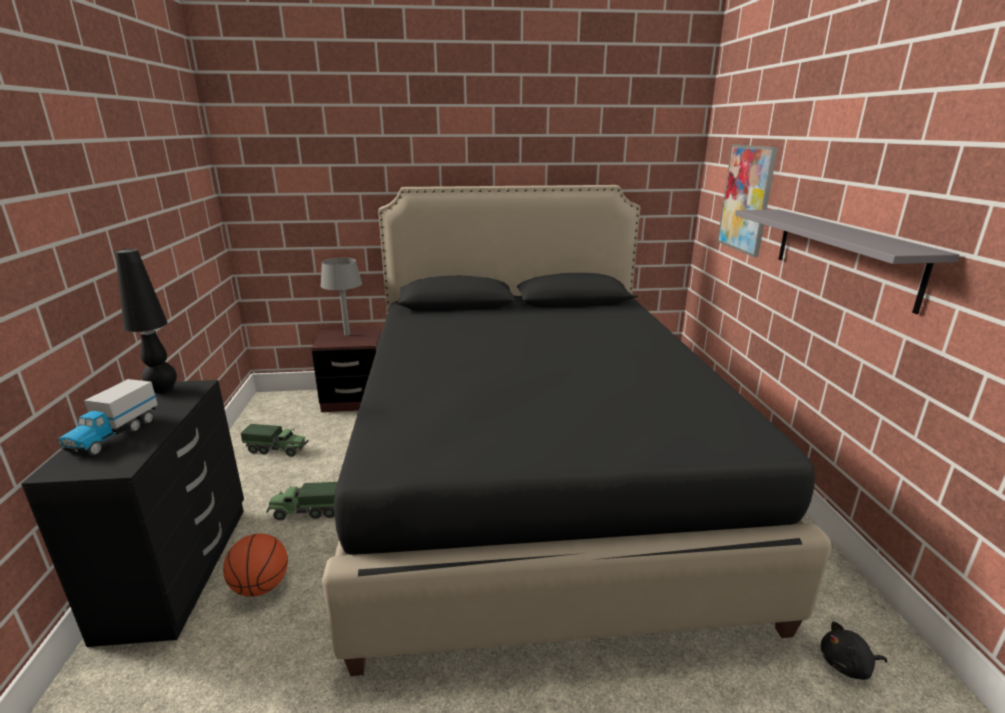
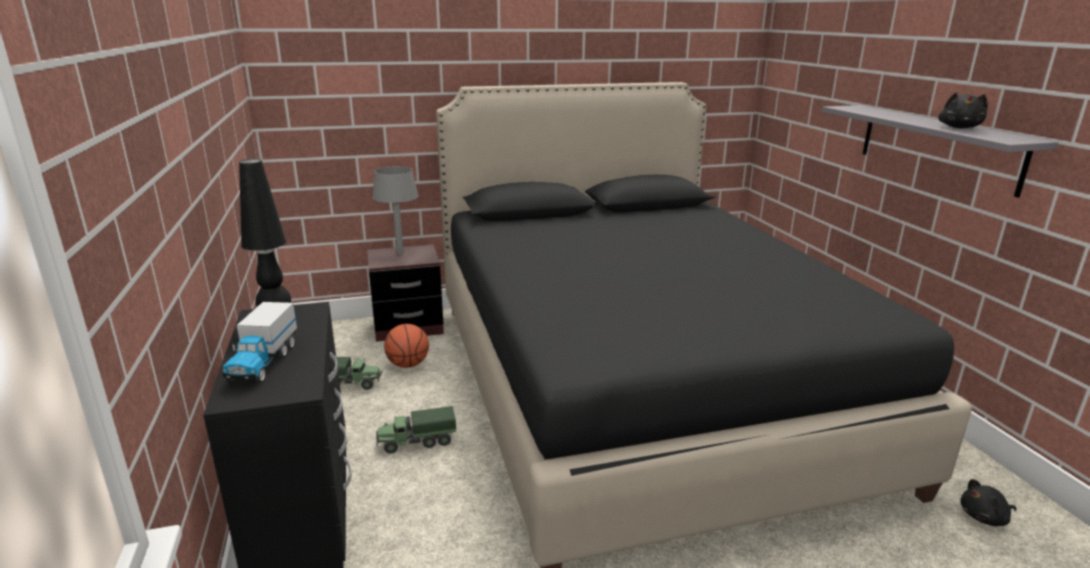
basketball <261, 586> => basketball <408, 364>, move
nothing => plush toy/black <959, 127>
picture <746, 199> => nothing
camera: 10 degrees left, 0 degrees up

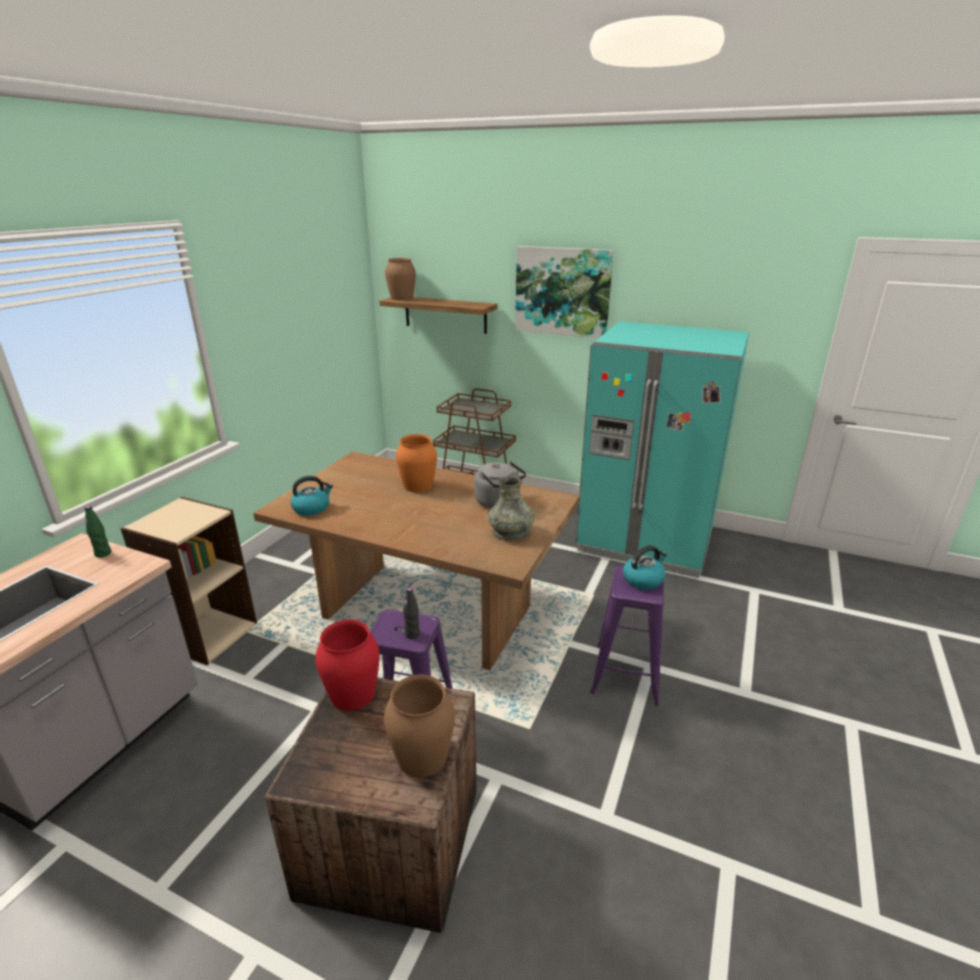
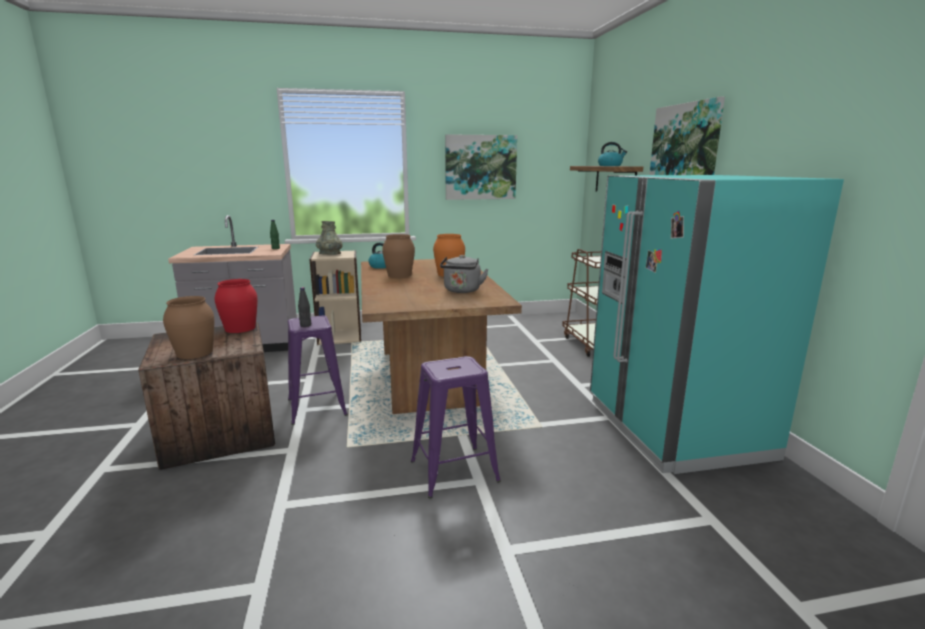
vase/grey <511, 532> => vase/grey <330, 254>, move
vase/brown <401, 298> => vase/brown <399, 275>, move
nothing => picture <480, 167>
kettle <643, 579> => kettle <610, 166>, move
camera: 55 degrees right, 10 degrees down

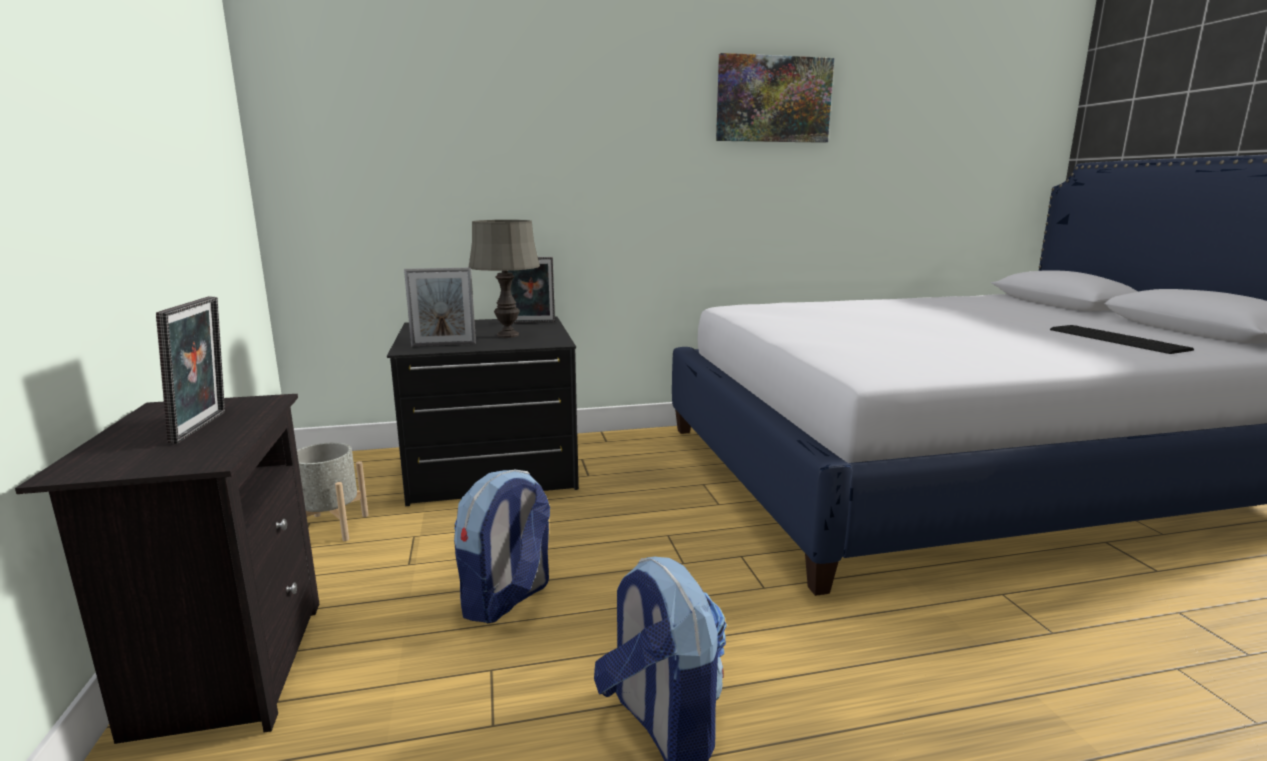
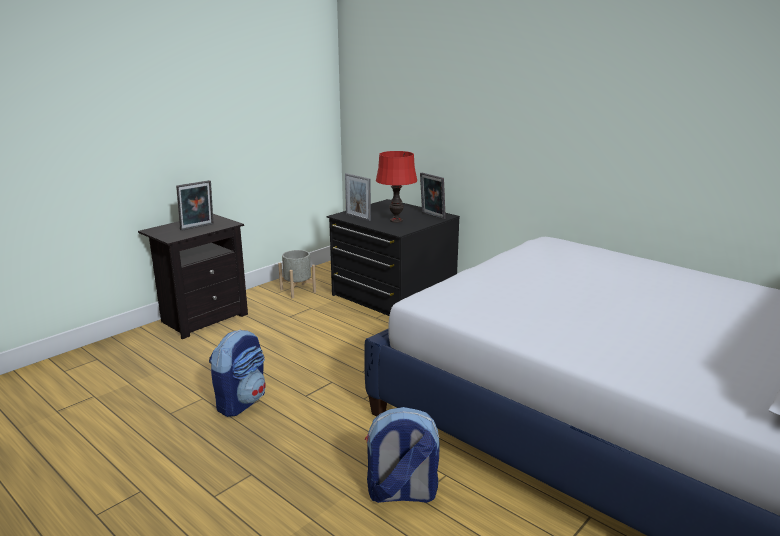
backpack <506, 599> => backpack <401, 494>, move
table lamp/grey <508, 335> => table lamp/red <396, 220>
picture <773, 99> => nothing
keyboard <1116, 339> => nothing
camera: 55 degrees right, 5 degrees up

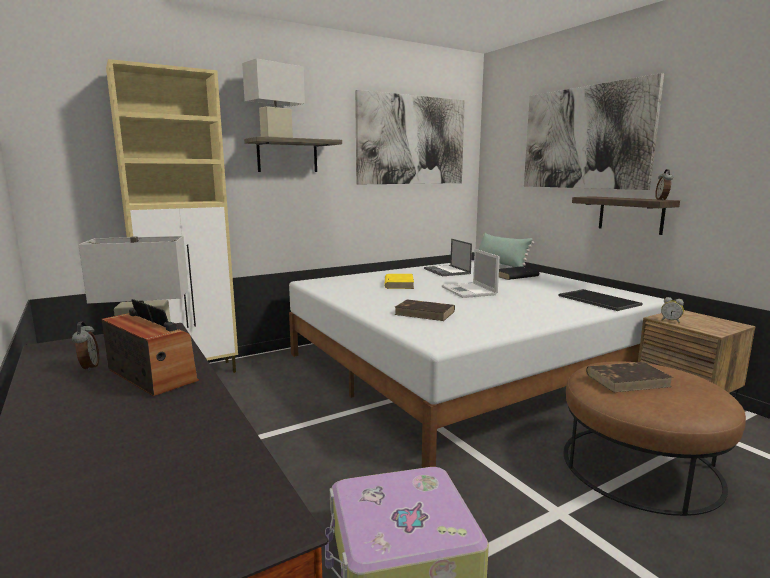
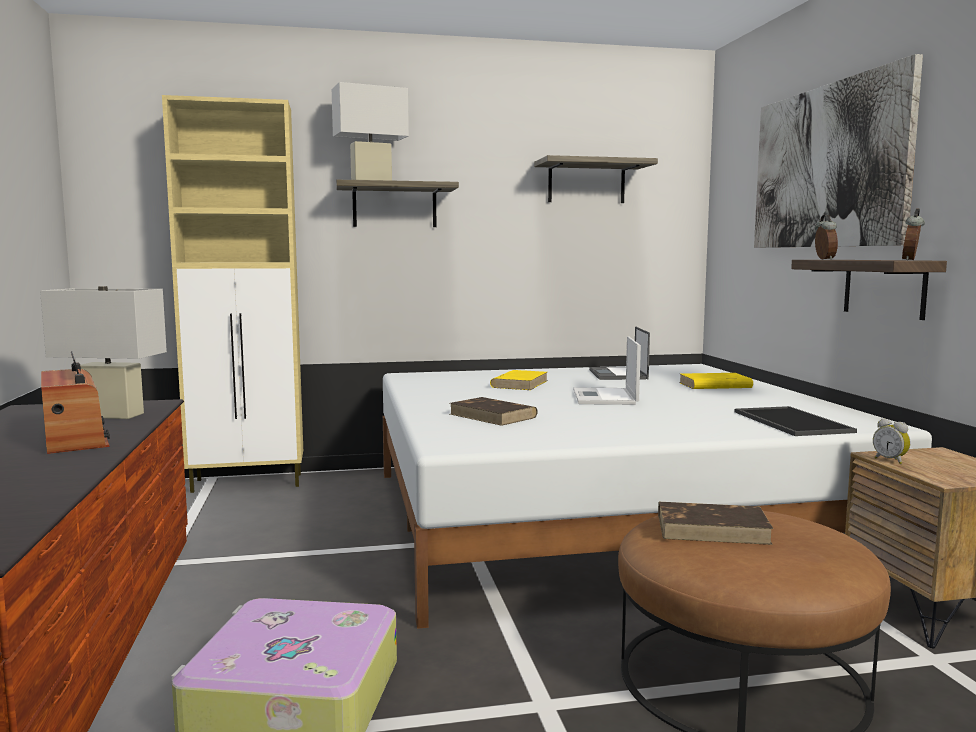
picture <411, 140> => shelf <586, 182>
book/black <515, 276> => book/yellow <714, 385>
alarm clock <88, 367> => alarm clock <823, 259>, move
pillow/green <501, 264> => nothing
camera: 20 degrees right, 5 degrees down

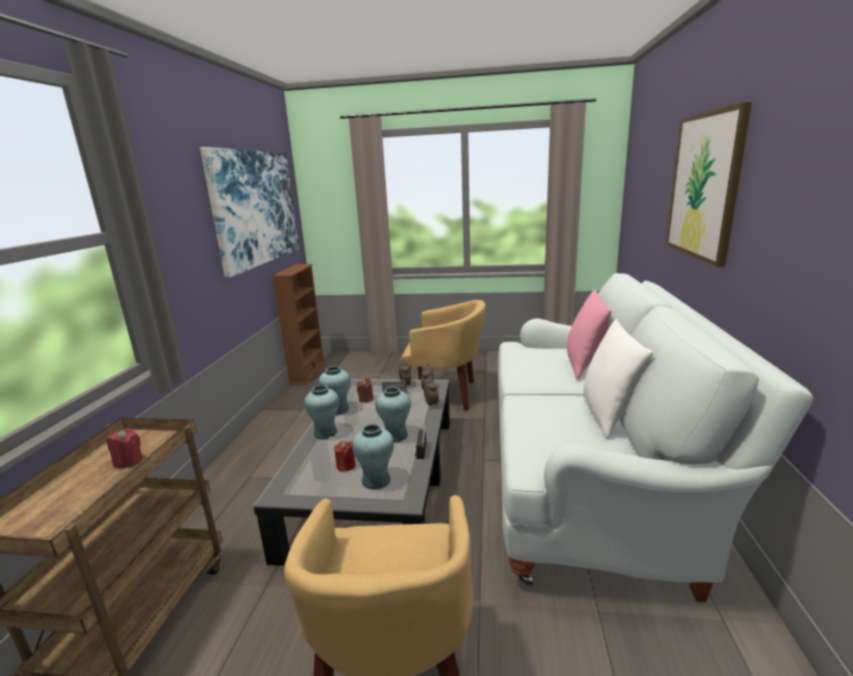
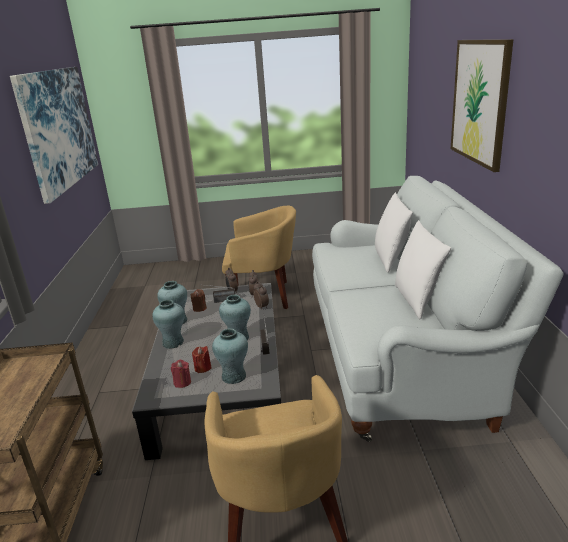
candle/red <129, 461> => candle/red <182, 382>, move
pillow/pink <584, 365> => pillow/white <391, 259>
bookcase/brown <307, 373> => nothing
camera: 10 degrees left, 5 degrees up

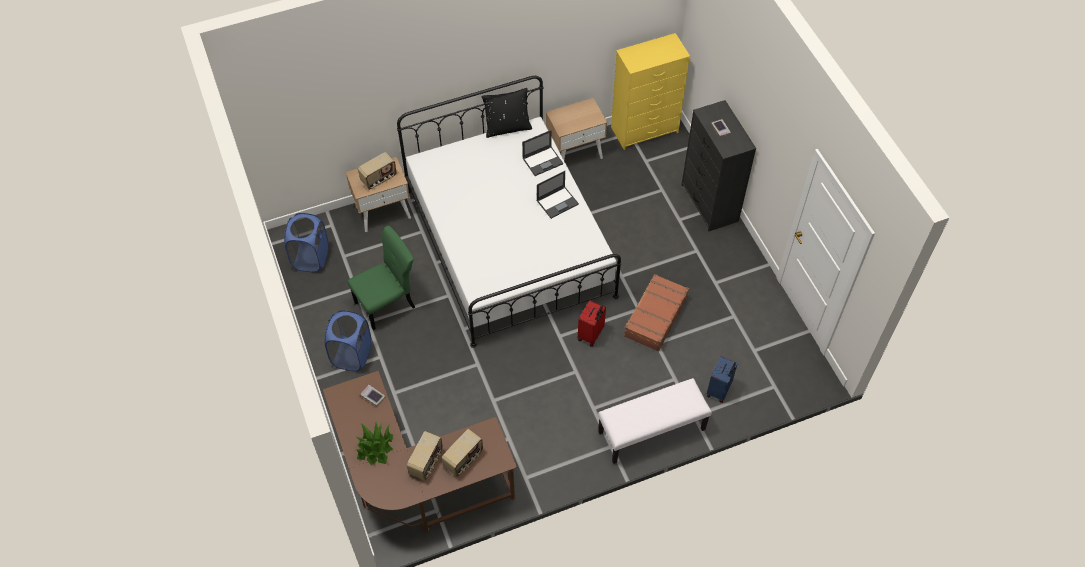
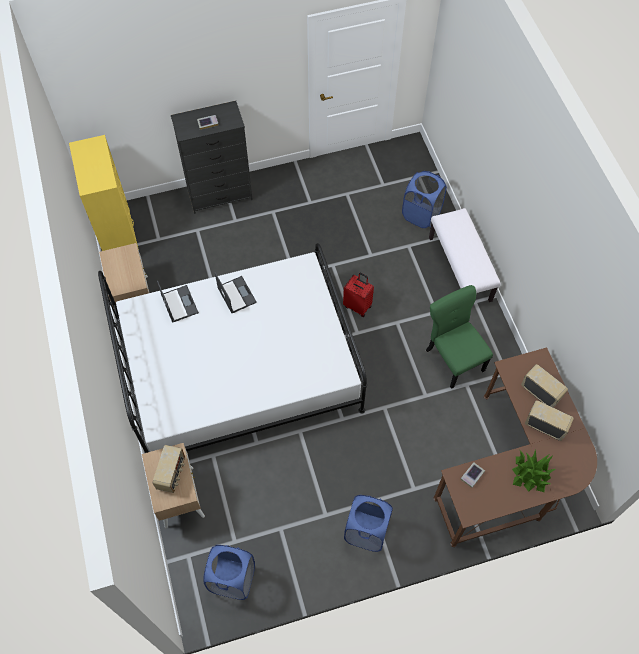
radio <379, 179> => radio <172, 474>, 45 degrees clockwise
suitcase/blue <719, 390> => laundry basket/blue <421, 214>
chair/green <387, 304> => chair/green <453, 358>, move
pillow/black <507, 127> => nothing
suitcase/brown <655, 317> => nothing
camera: 85 degrees left, 5 degrees up

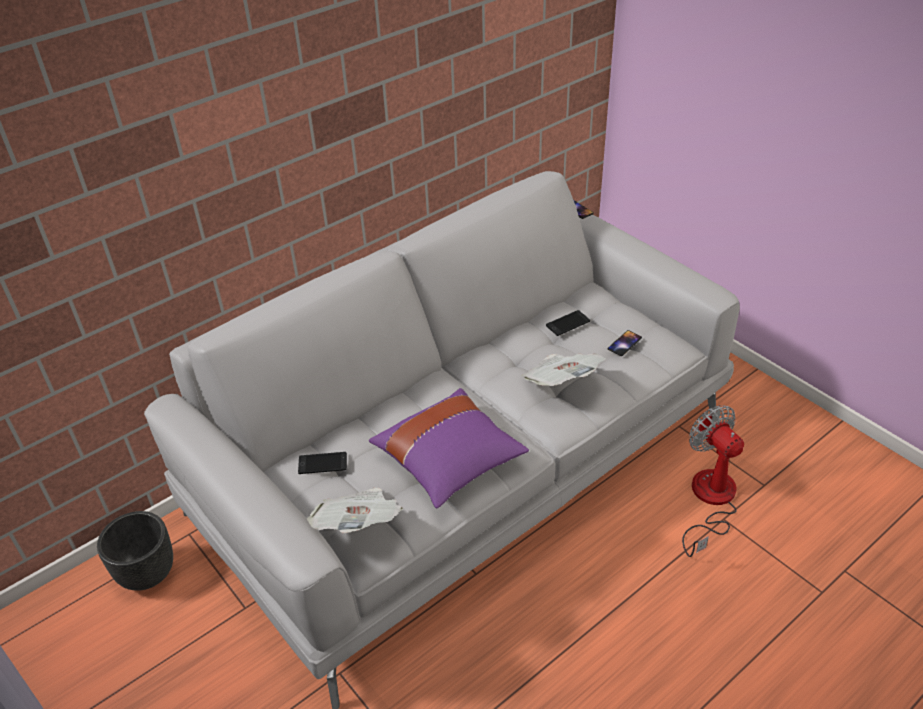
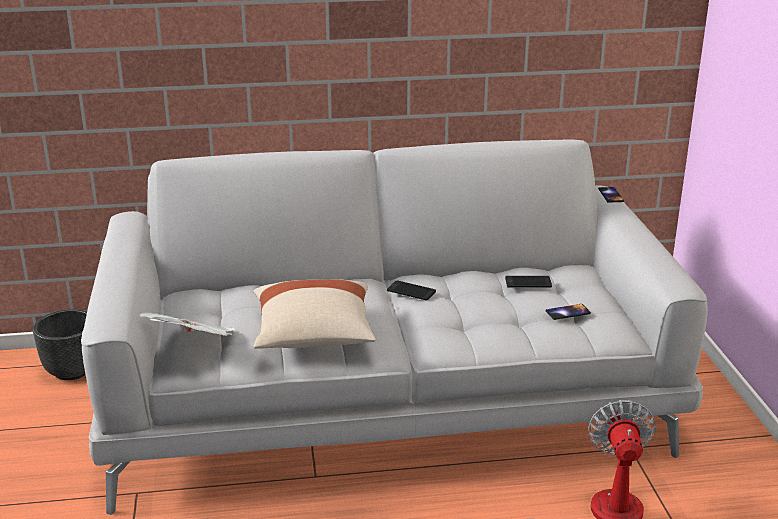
pillow/purple <449, 461> => pillow/beige <313, 336>
phone <322, 463> => phone <411, 291>, move
newspaper <561, 383> => nothing
camera: 30 degrees right, 15 degrees down

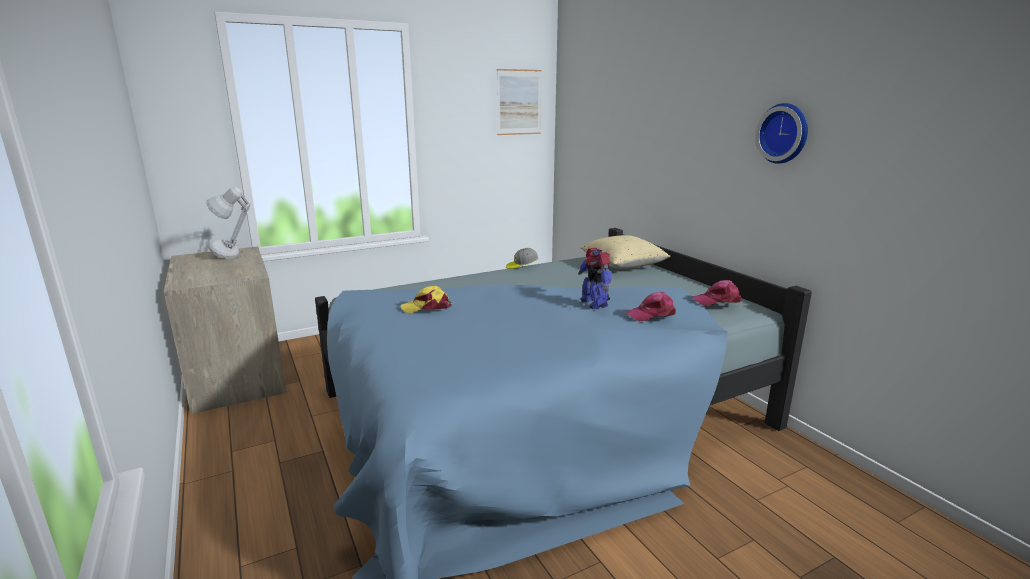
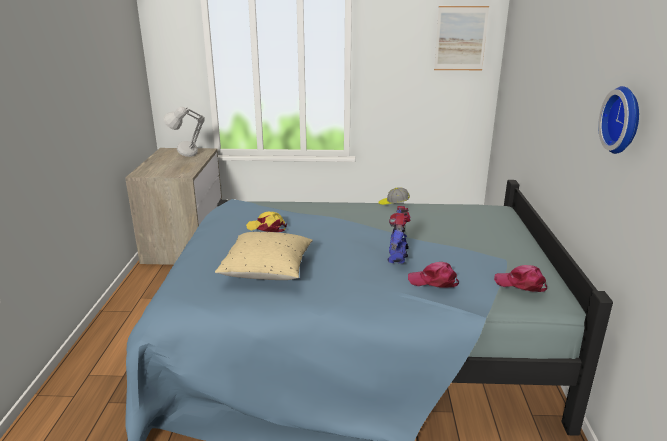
pillow/beige <623, 265> => pillow/beige <267, 270>, move
camera: 30 degrees right, 5 degrees up

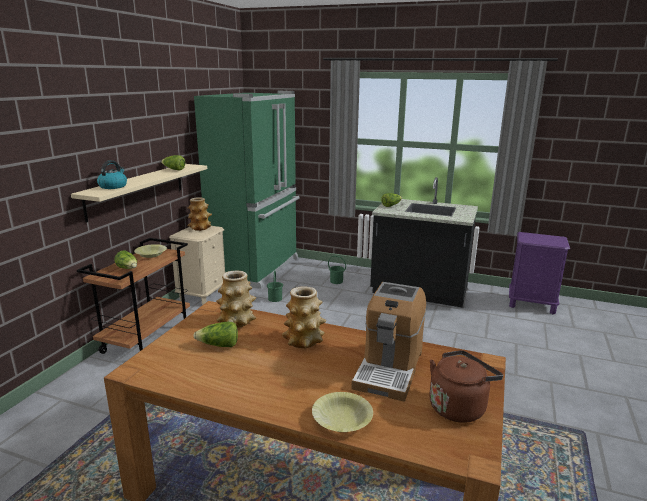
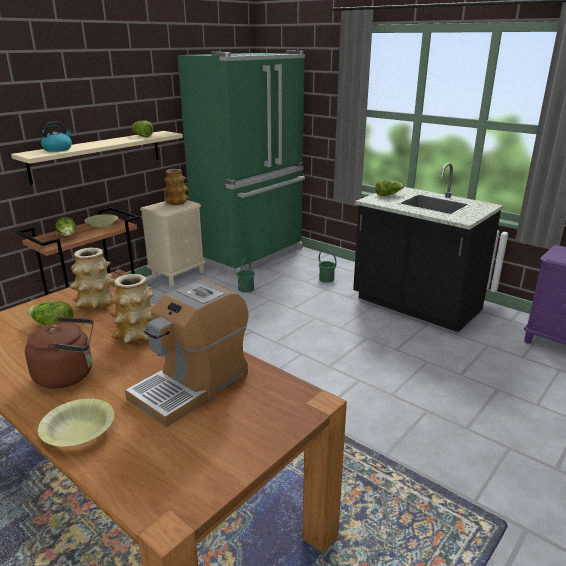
kettle/brown <459, 407> => kettle/brown <68, 375>, move
camera: 20 degrees right, 5 degrees up

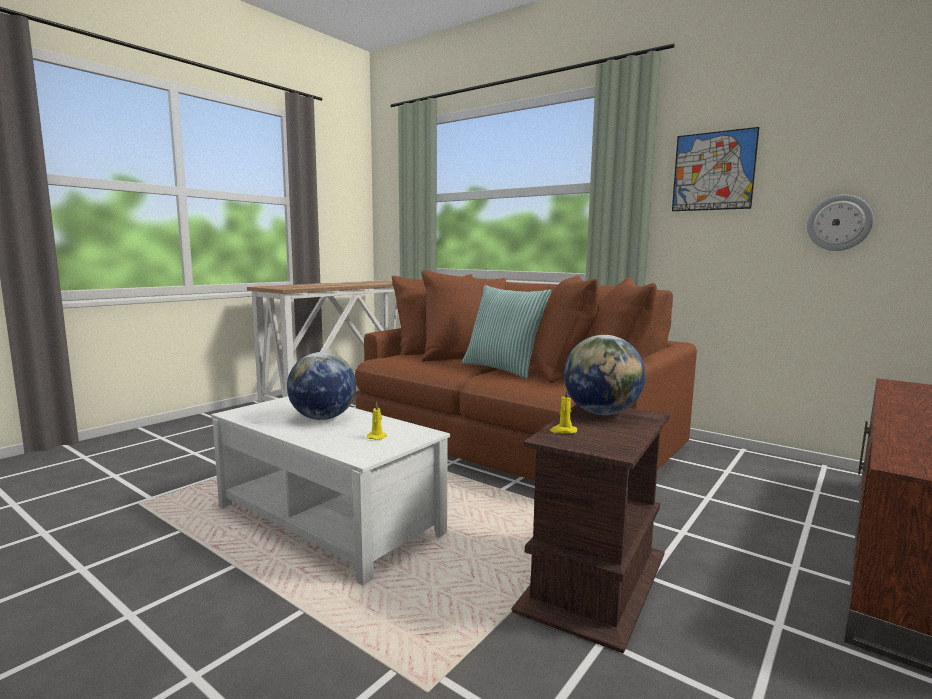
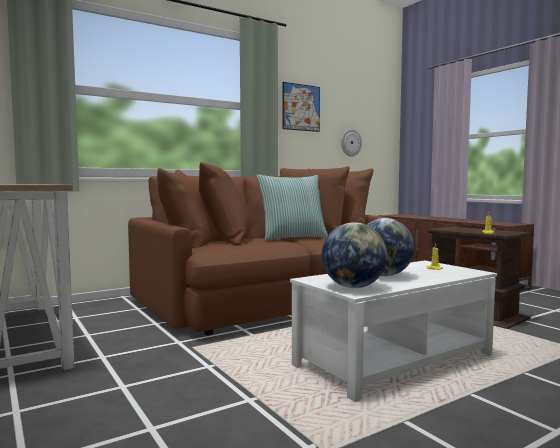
globe <602, 413> => globe <353, 287>, move
camera: 70 degrees left, 5 degrees down

